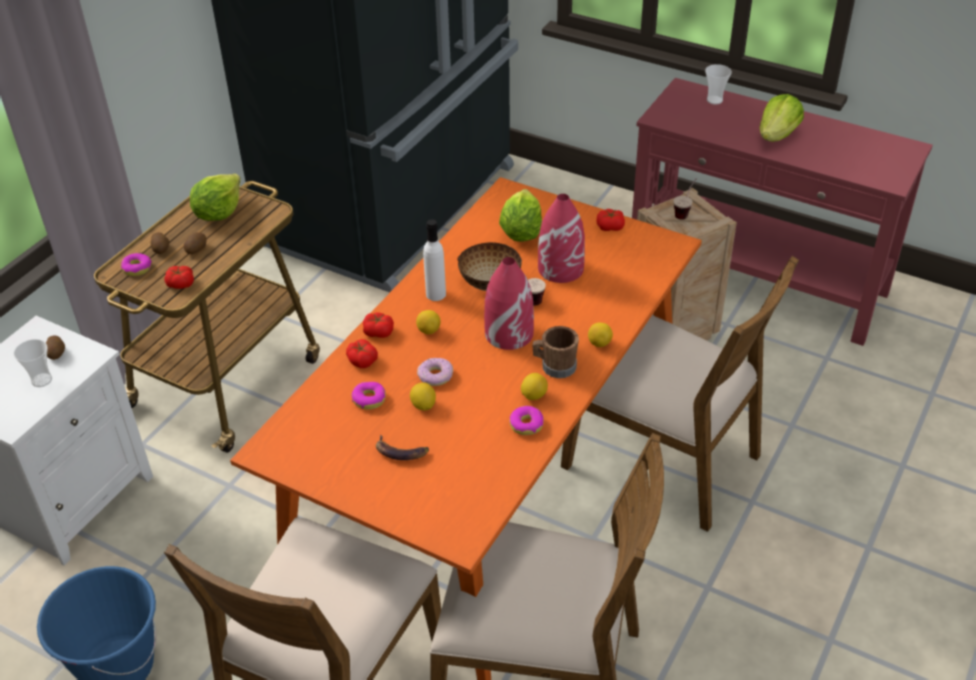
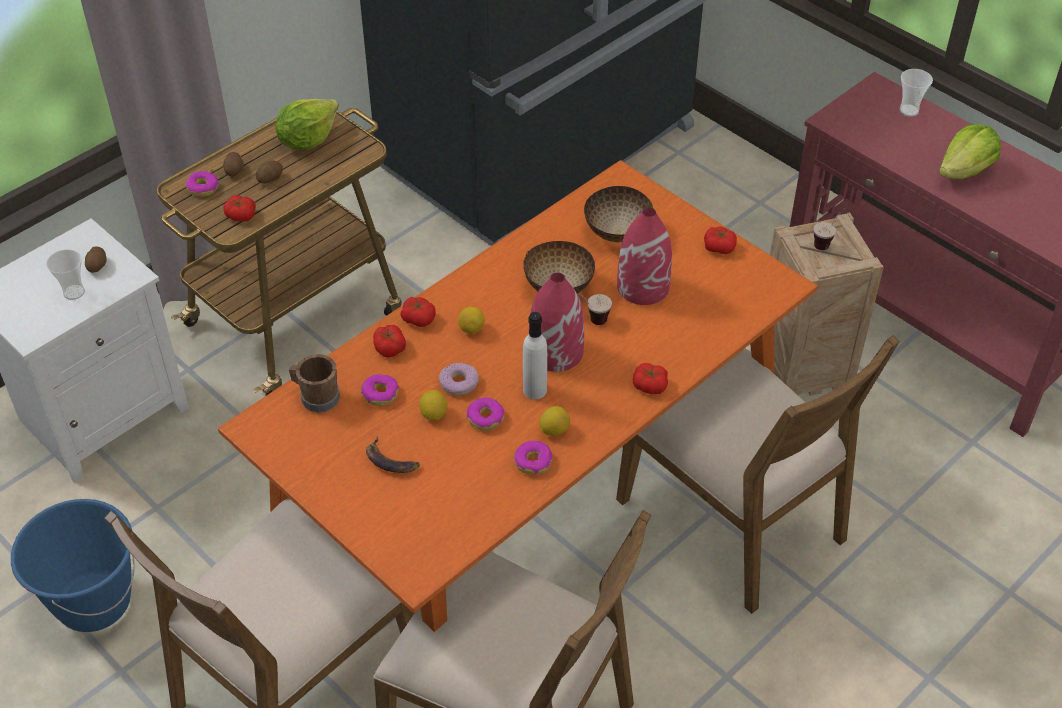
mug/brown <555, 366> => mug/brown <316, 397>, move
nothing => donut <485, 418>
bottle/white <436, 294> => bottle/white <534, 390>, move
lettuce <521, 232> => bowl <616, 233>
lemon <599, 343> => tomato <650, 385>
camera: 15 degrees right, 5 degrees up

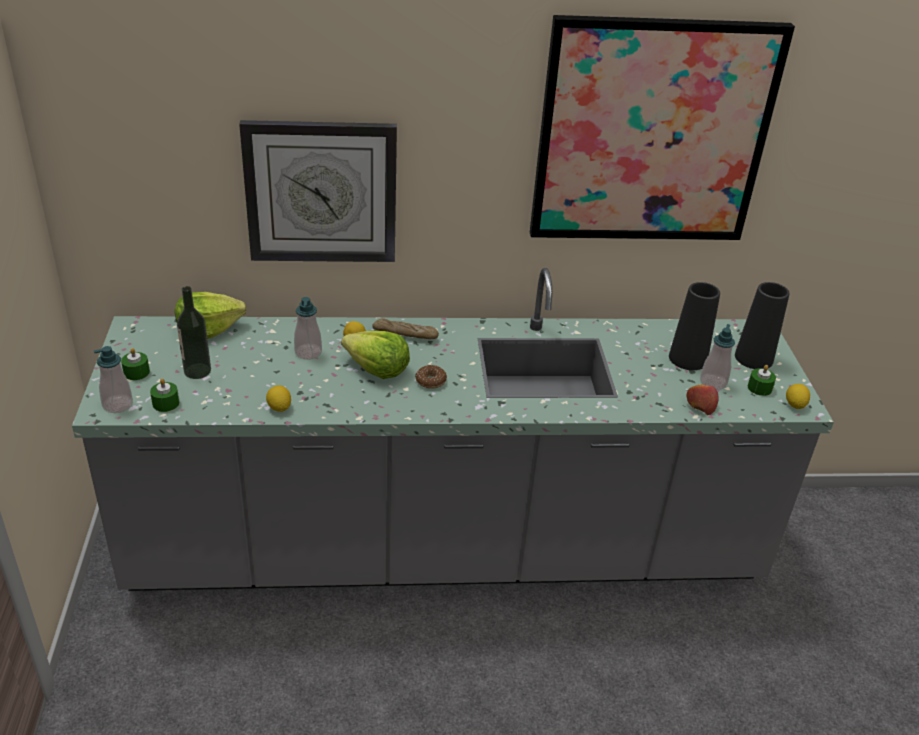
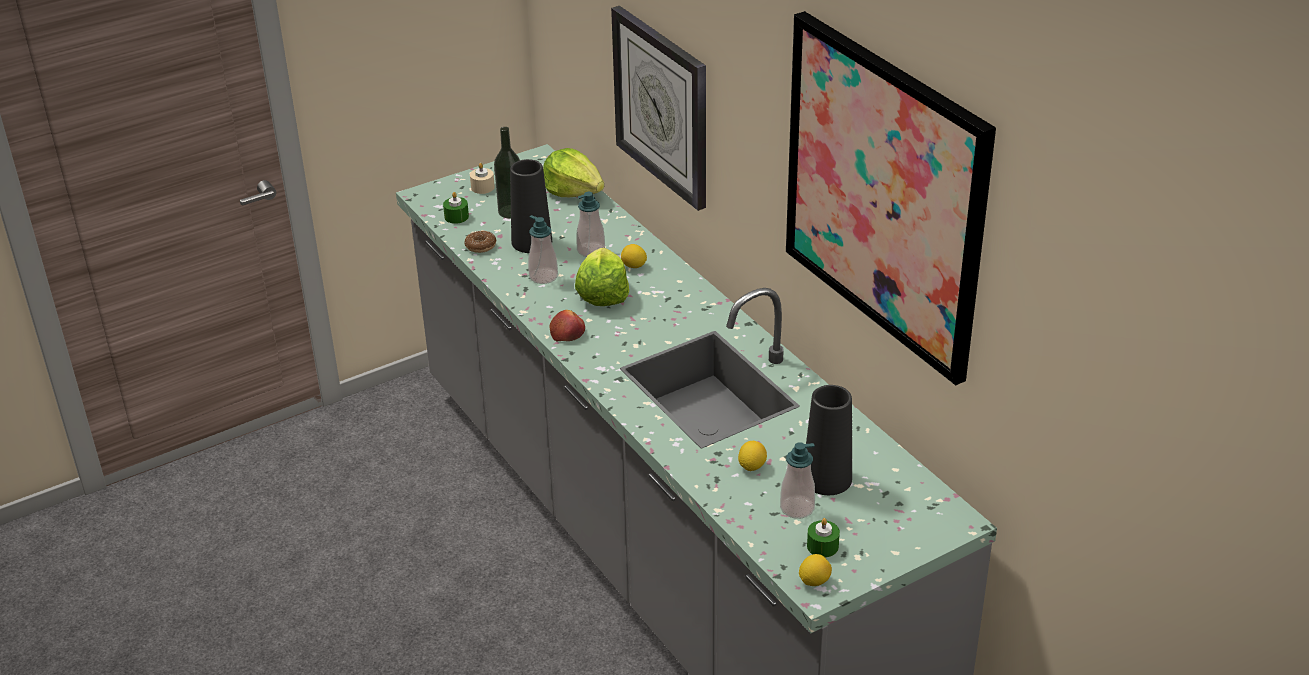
donut <430, 381> => donut <480, 246>, move
candle/green <136, 372> => candle/beige <482, 187>
vase/black <753, 358> => vase/black <532, 242>, move
soap dispenser <117, 405> => soap dispenser <543, 277>, move
apple <700, 404> => apple <568, 332>, move
lemon <279, 408> => lemon <752, 466>, move
bread <405, 334> => nothing
camera: 65 degrees right, 0 degrees up

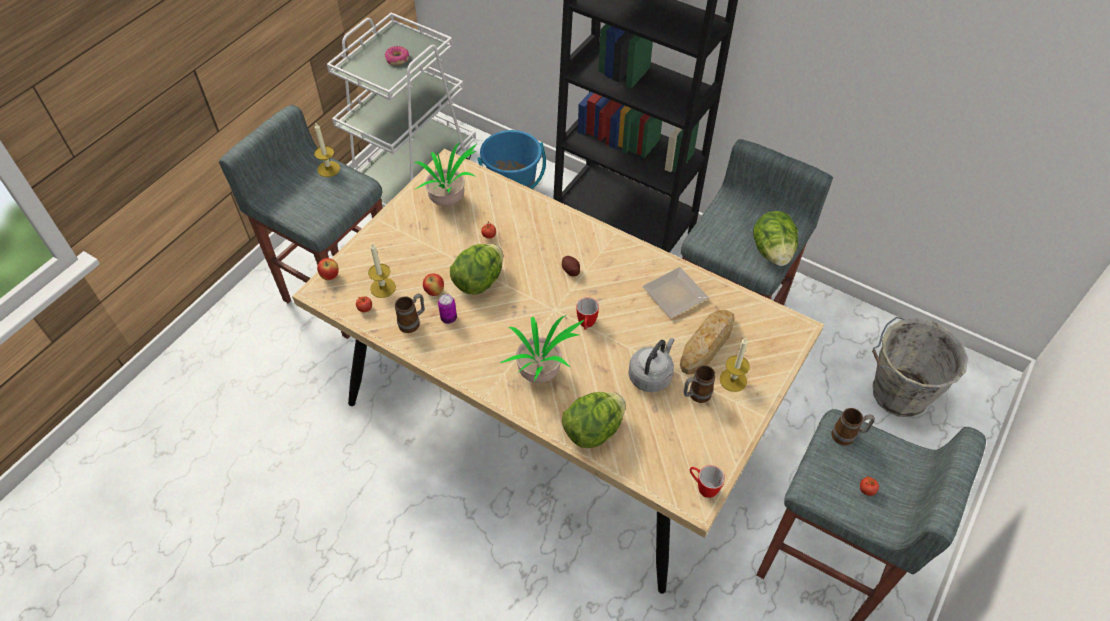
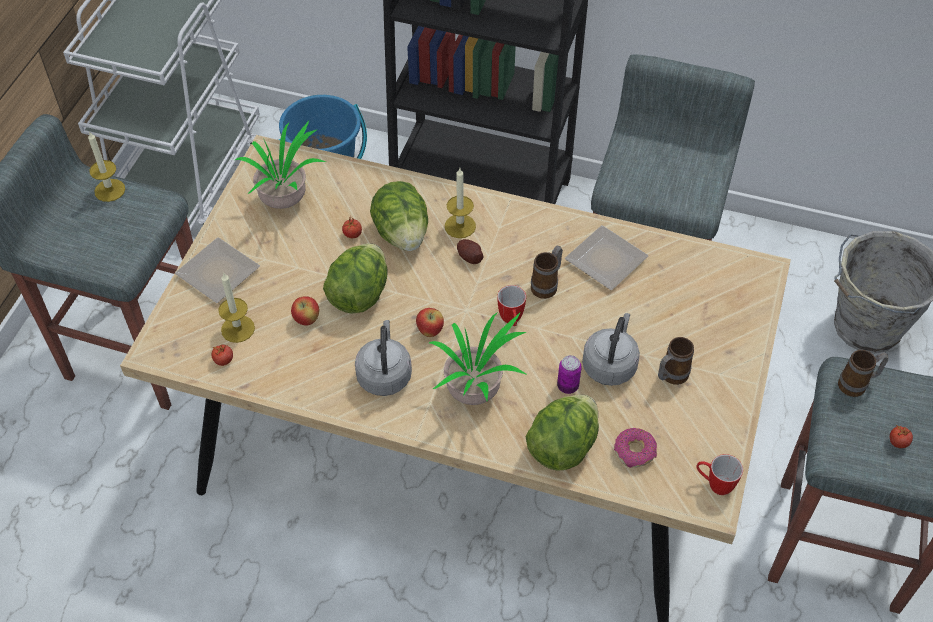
nothing => plate <221, 273>
nothing => kettle/grey <384, 374>
lettuce <772, 252> => lettuce <402, 234>, move
apple <330, 276> => apple <430, 331>, move
candle <733, 380> => candle <460, 226>, move
mug <413, 322> => mug <547, 285>, move
can <448, 318> => can <567, 386>, move
donut <397, 59> => donut <635, 452>, move
bread <707, 344> => nothing
camera: 15 degrees left, 0 degrees up

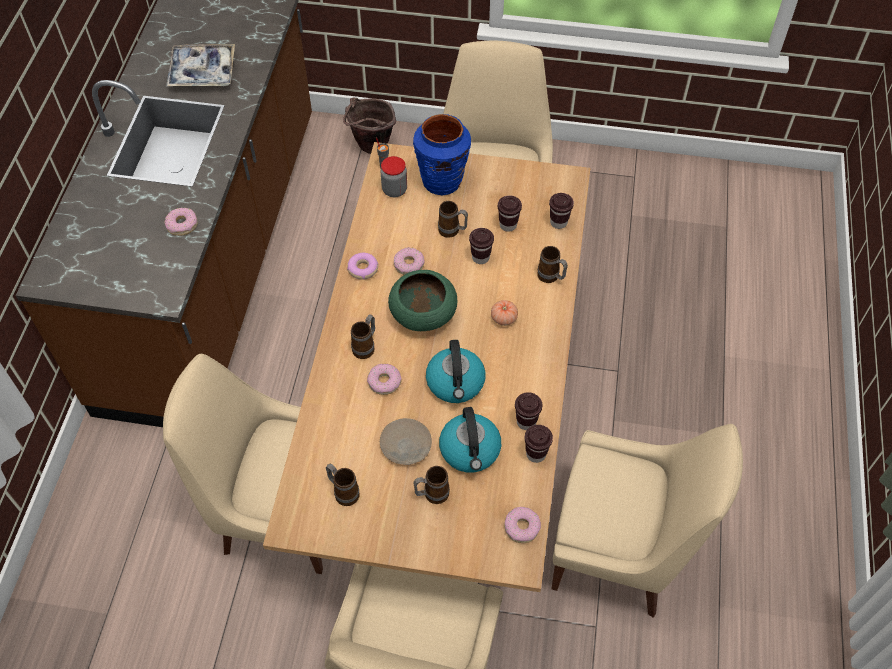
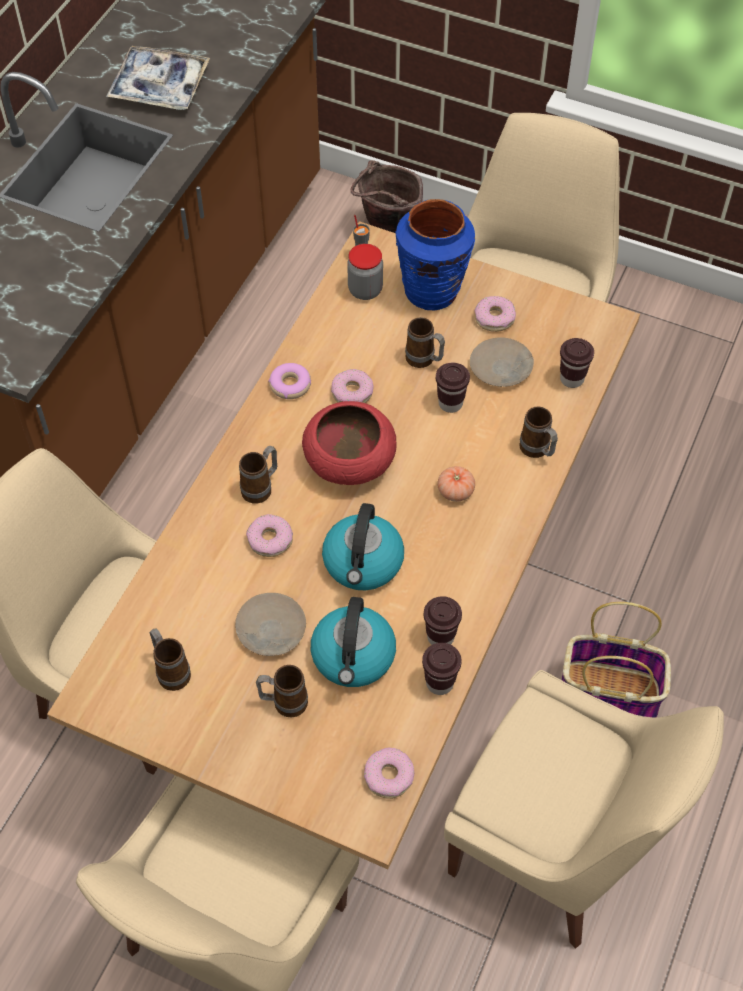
bowl/green <423, 315> => bowl/red <350, 463>
cup/brown <508, 225> => plate/beige <501, 368>
donut <182, 225> => donut <494, 318>, move
nothing => basket <610, 693>
camera: 15 degrees right, 0 degrees up

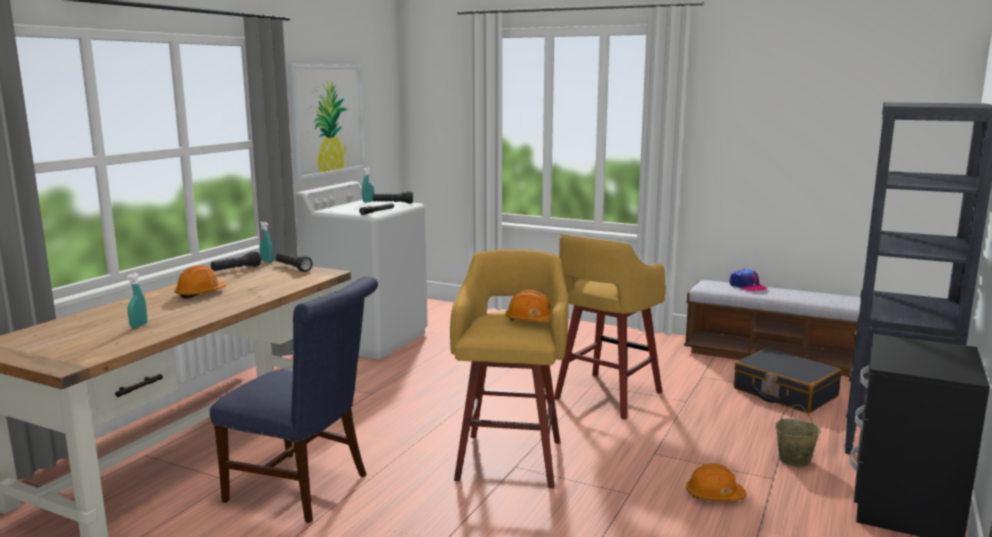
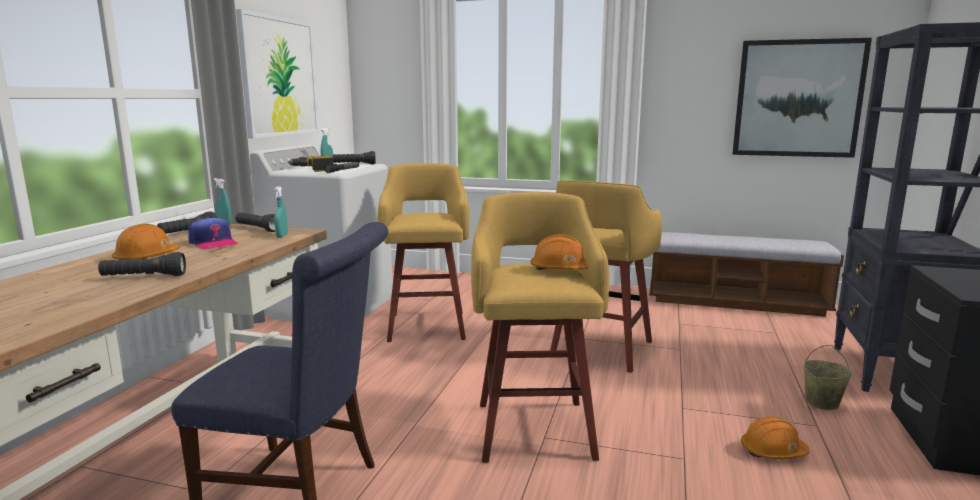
nothing => flashlight/black <144, 277>
cap <747, 286> => cap <213, 243>, move
spray bottle/turquoise <139, 326> => spray bottle/turquoise <282, 236>, move
nothing => power drill <314, 169>
nothing => stool/yellow <427, 325>
nothing => picture <798, 99>
suitcase/black <784, 393> => nothing
camera: 10 degrees left, 0 degrees up

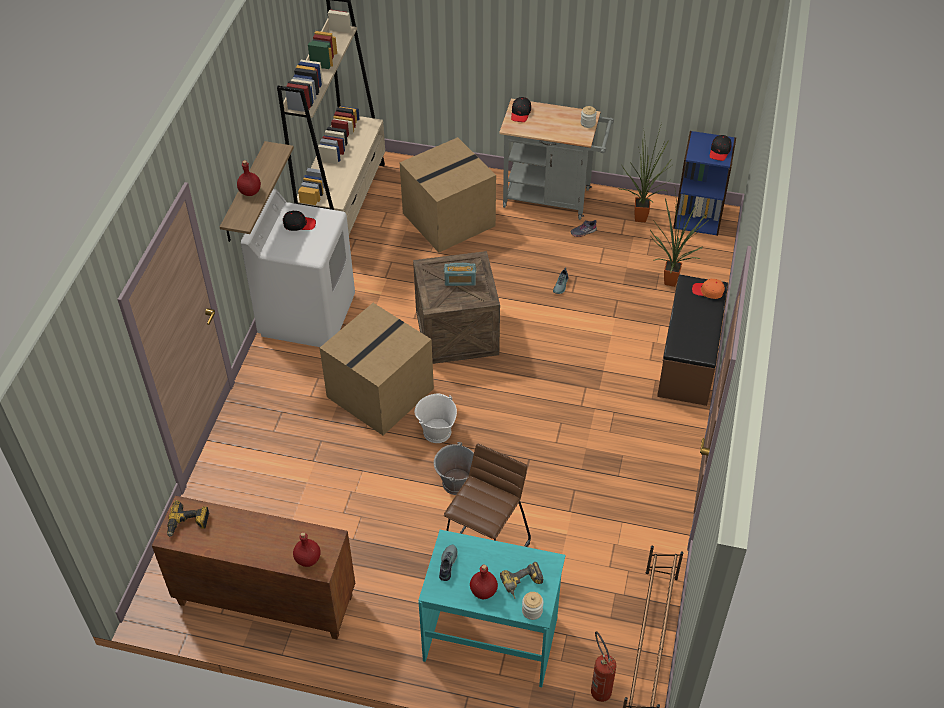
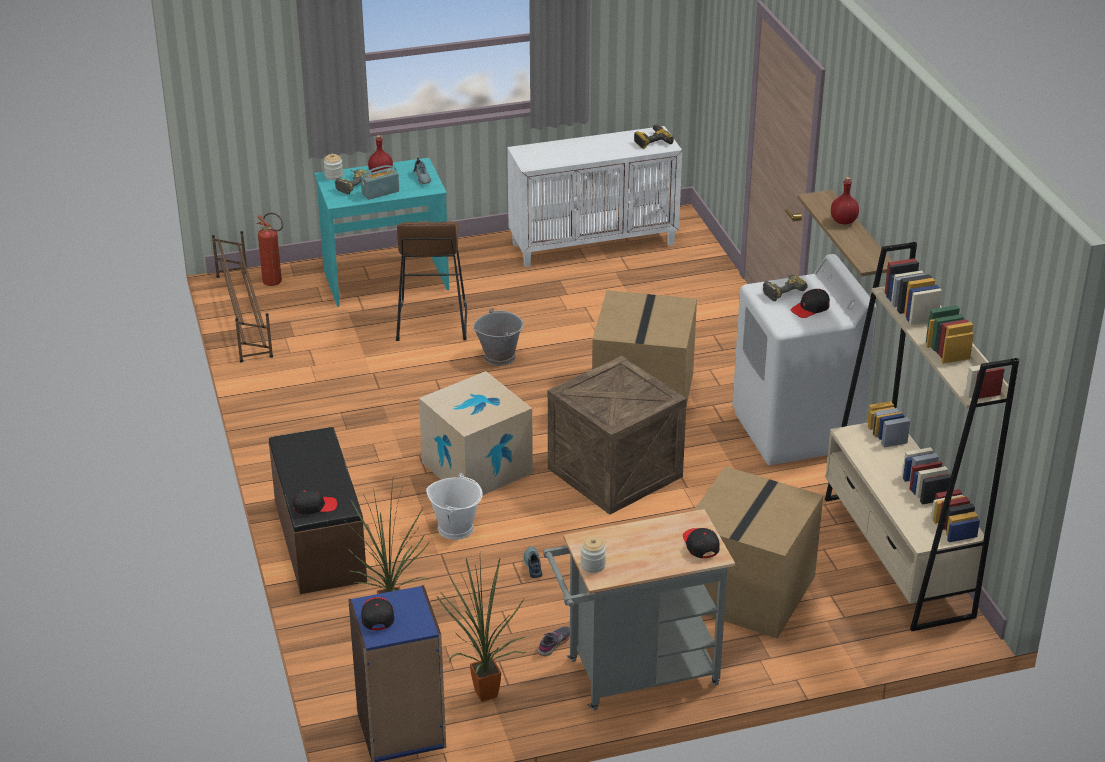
cap/orange <708, 291> => cap/black <314, 506>
radio <460, 281> => radio <380, 192>, move
nothing => cardboard box <477, 468>
bucket/white <436, 432> => bucket/white <456, 528>, move
cabinet/brown <264, 600> => cabinet/white <594, 244>
nothing => power drill <782, 290>
bottle/red <307, 559> => nothing
camera: 150 degrees right, 15 degrees down

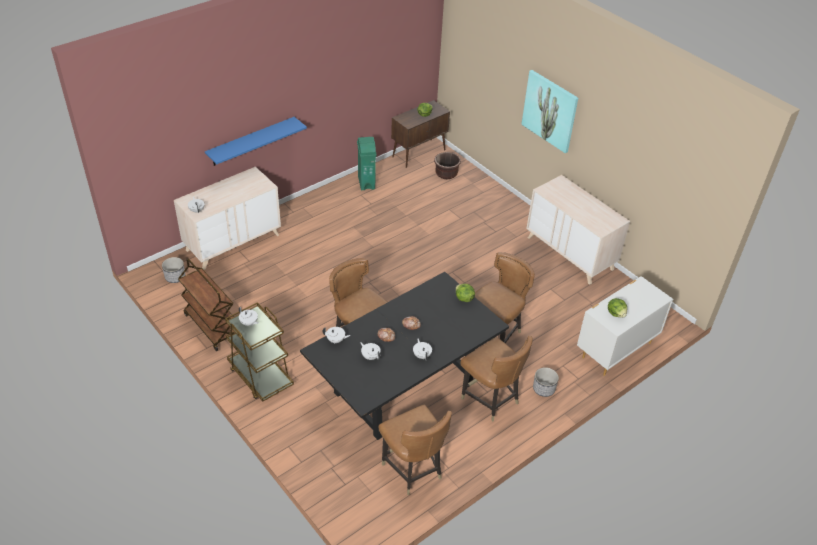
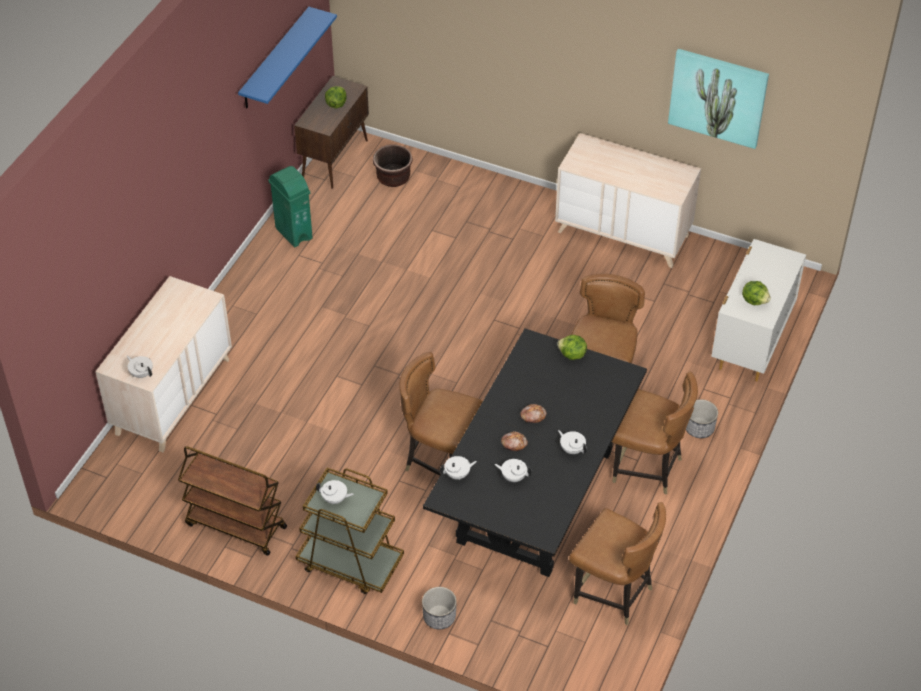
shelf/blue <251, 141> => shelf/blue <275, 59>, move
planter <175, 277> => planter <439, 617>, move
picture <550, 110> => picture <718, 97>, move
camera: 25 degrees left, 5 degrees up

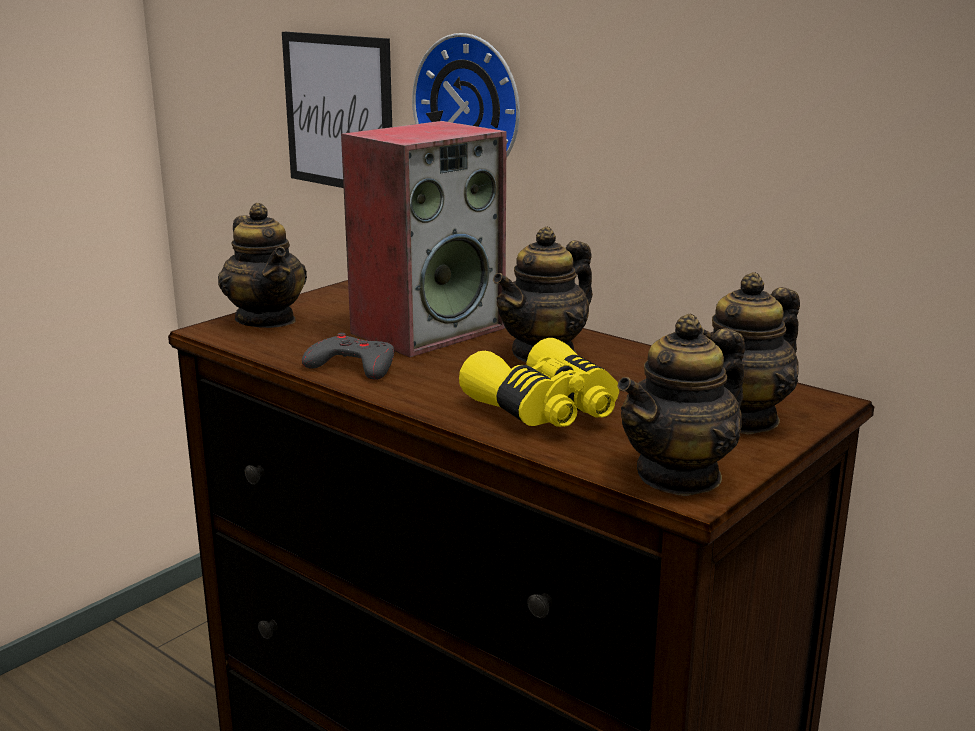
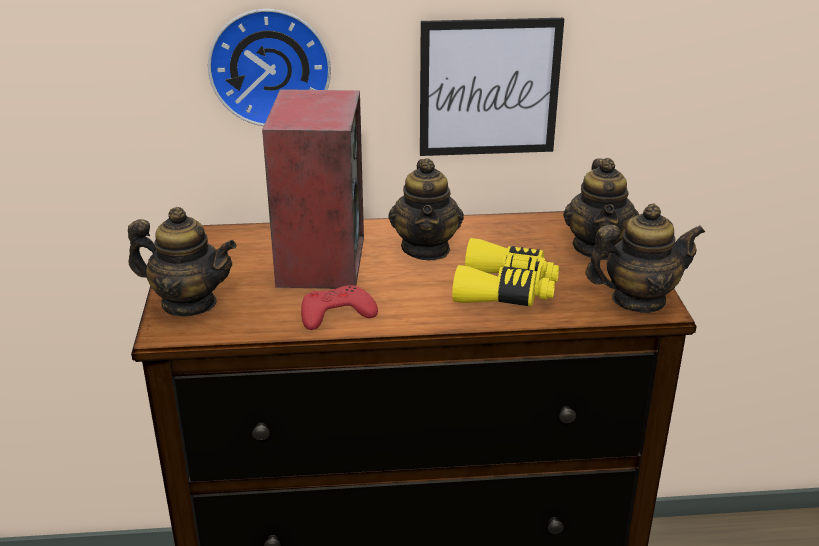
game controller/grey <353, 366> => game controller/red <336, 313>
picture <339, 112> => picture <489, 87>, move
teapot <679, 475> => teapot <638, 300>, 105 degrees counterclockwise
camera: 45 degrees left, 10 degrees up

